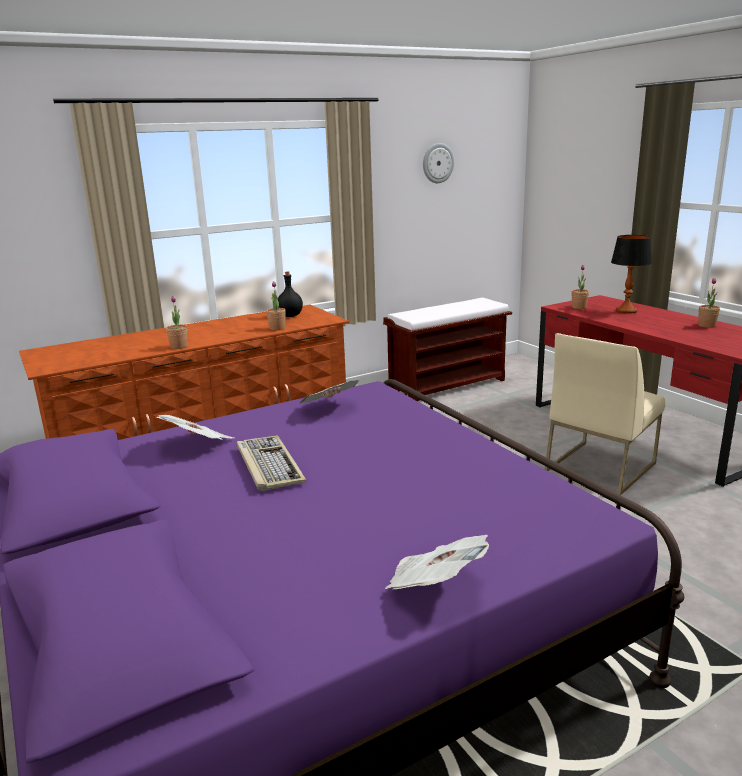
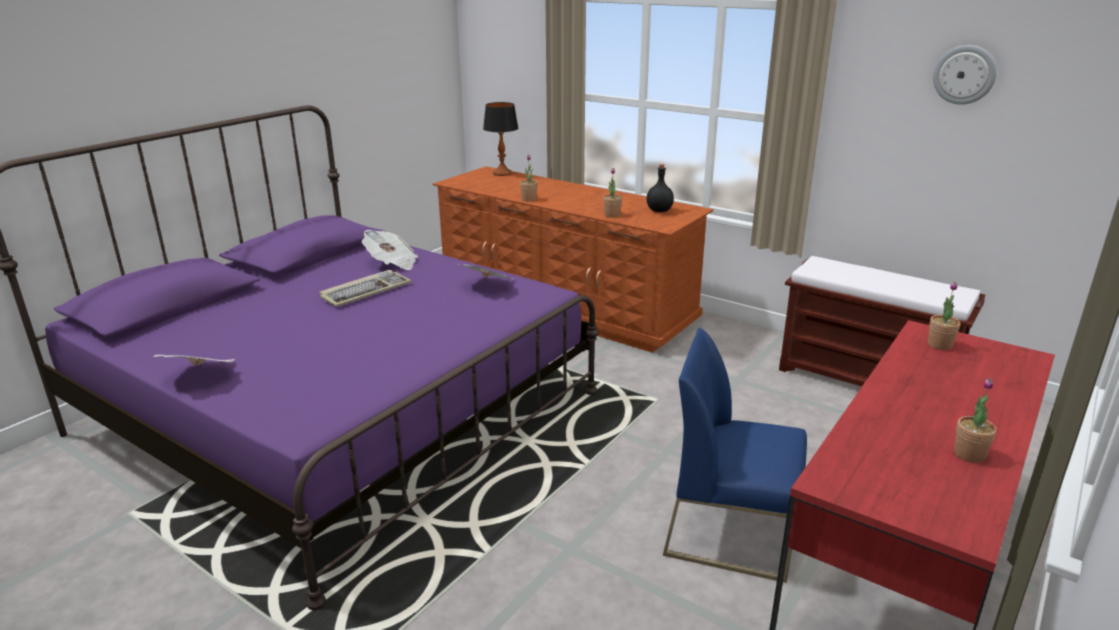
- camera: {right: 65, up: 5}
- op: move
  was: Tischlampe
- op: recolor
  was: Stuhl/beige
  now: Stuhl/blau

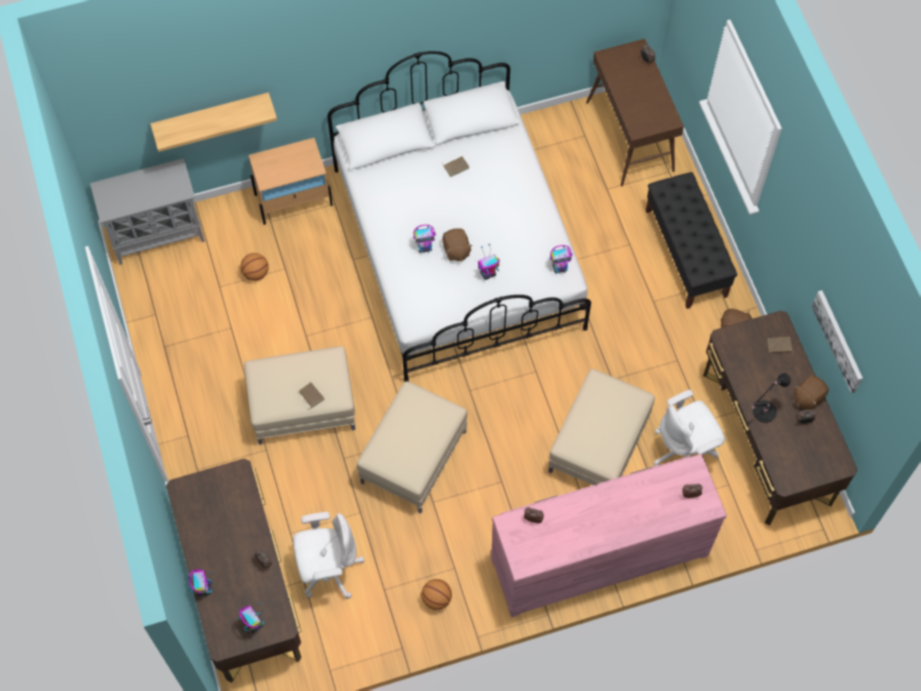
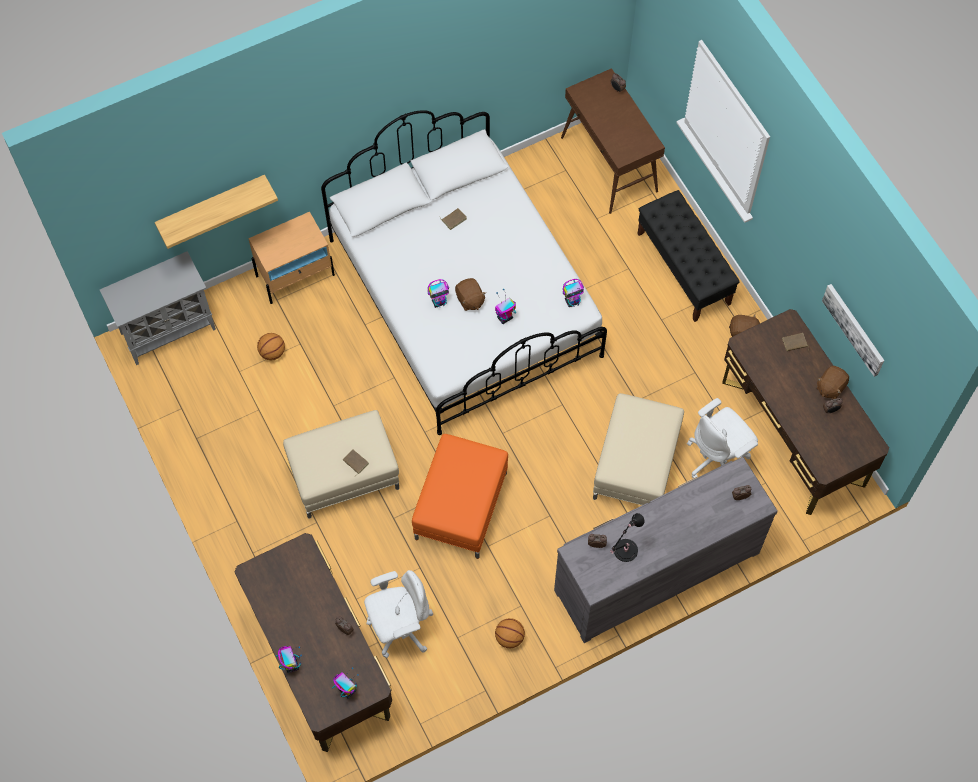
- camera: {right: -10, up: 0}
- op: move
  was: Tischlampe/schwarz
- op: recolor
  was: Polsterhocker/beige (2nd from left)
  now: Polsterhocker/orange
- op: recolor
  was: Kommode/rosa
  now: Kommode/grau

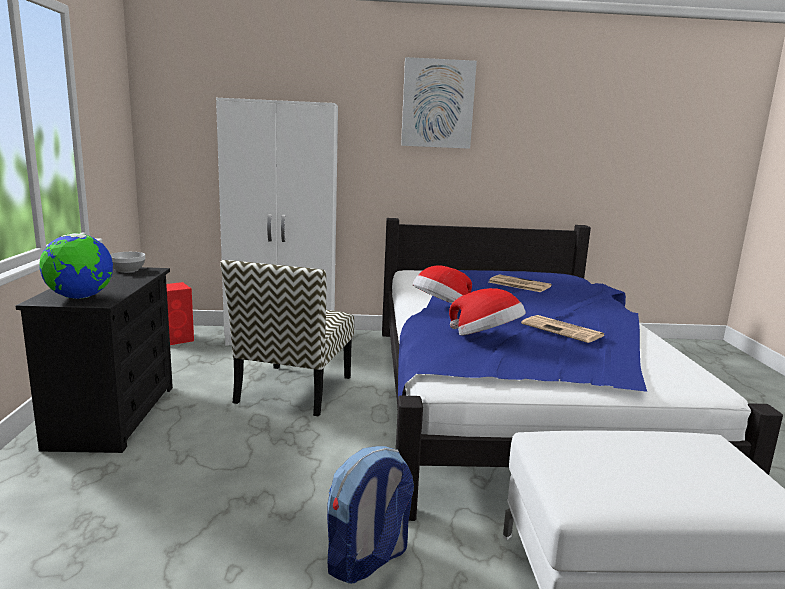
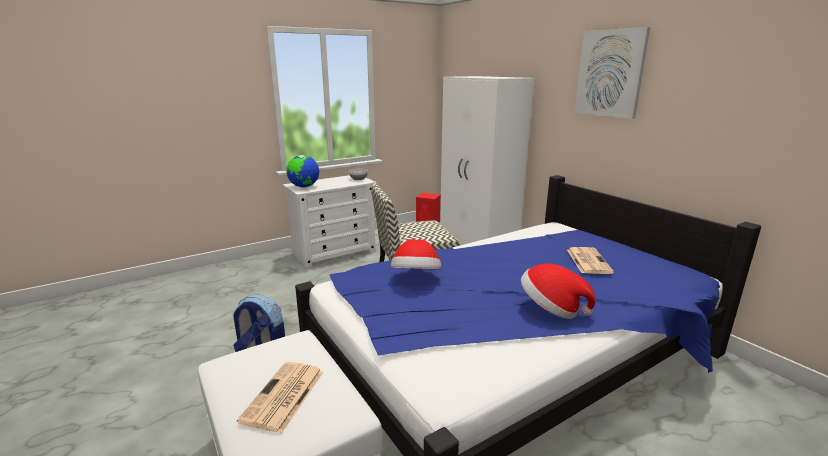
- camera: {right: 60, up: 5}
- op: move
  was: Hut (1st from left in the first image)
  now: Hut (2nd from left)
- op: move
  was: Zeitung (2nd from left in the first image)
  now: Zeitung (1st from left)
- op: recolor
  was: Kommode/schwarz
  now: Kommode/weiß

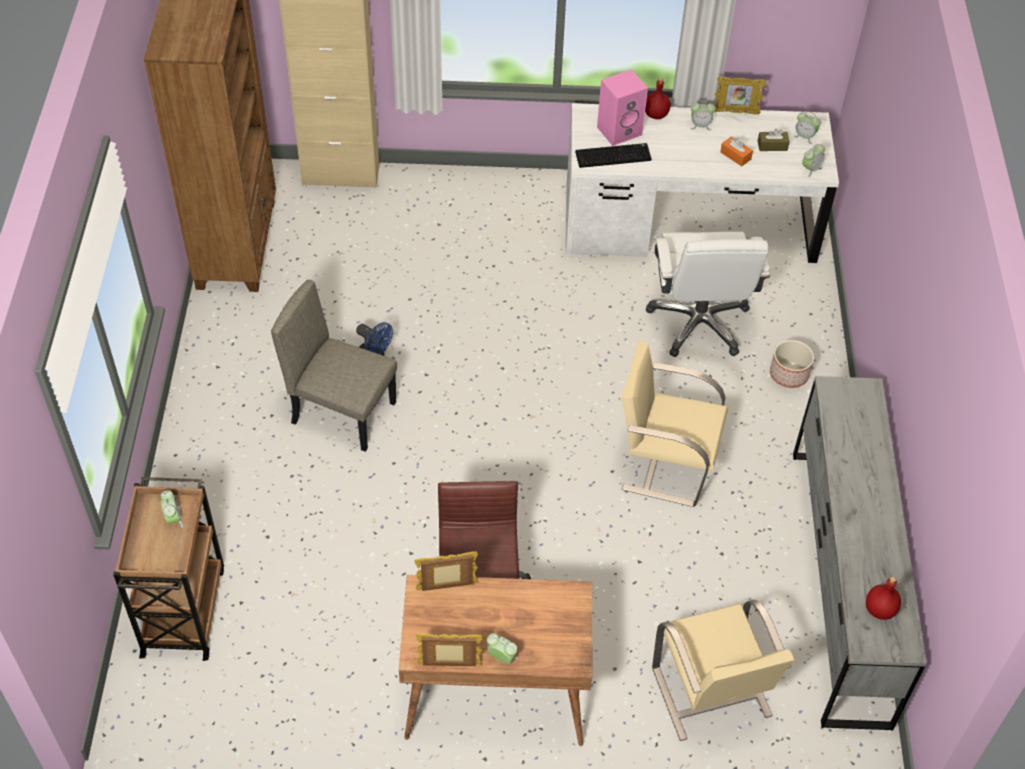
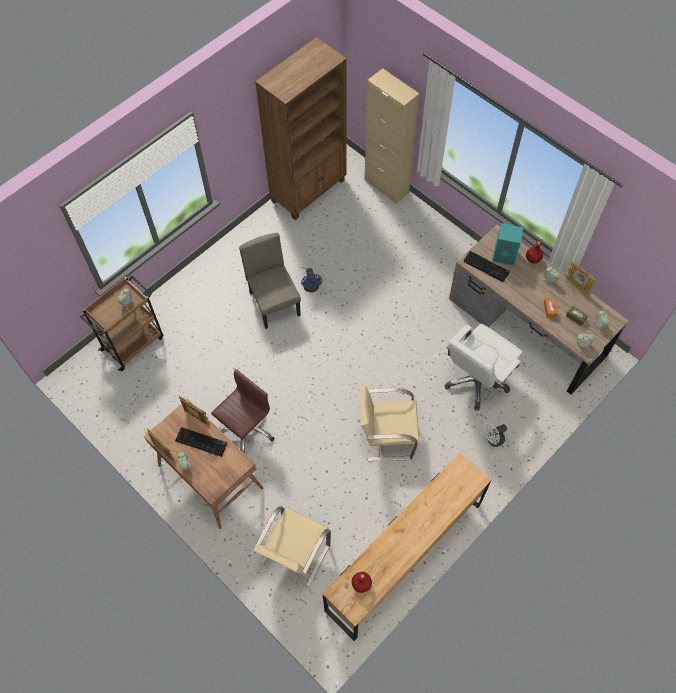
- camera: {right: 45, up: 10}
- op: insert
  now: Tastatur (1st from left)
- op: replace
  was: Pflanzkübel
  now: Ventilator/weiß
- op: recolor
  was: Schreibtisch/weiß
  now: Schreibtisch/braun (2nd from left)
- op: recolor
  was: Lautsprecher/rosa
  now: Lautsprecher/türkis
- op: recolor
  was: Kommode/grau
  now: Kommode/braun
- op: rotate
  was: Stuhl/beige (2nd from left in the first image)
  clockwise: -60

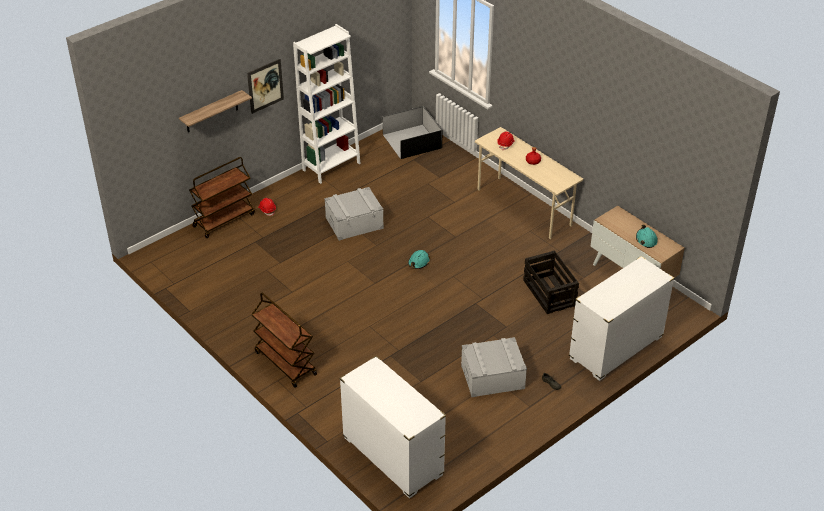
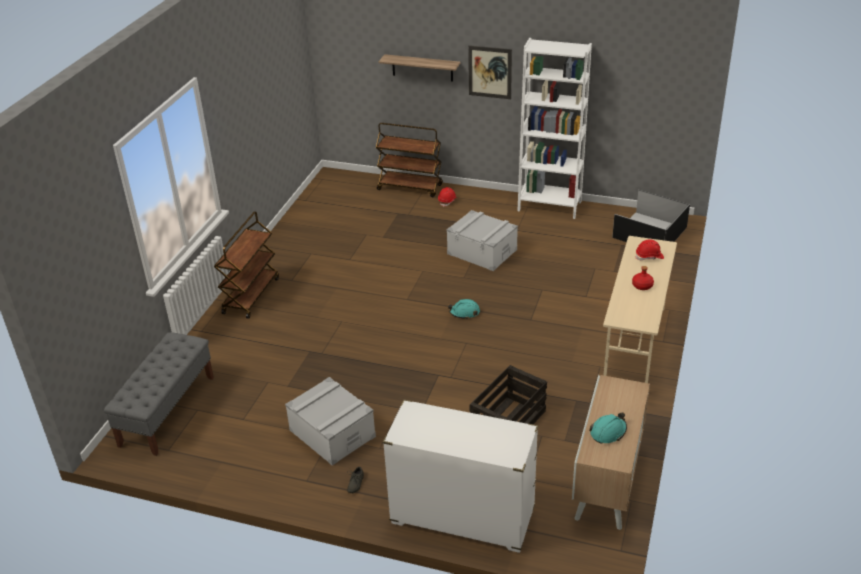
- camera: {right: 60, up: -5}
- op: replace
  was: Kommode/weiß (1st from left)
  now: Bank/grau

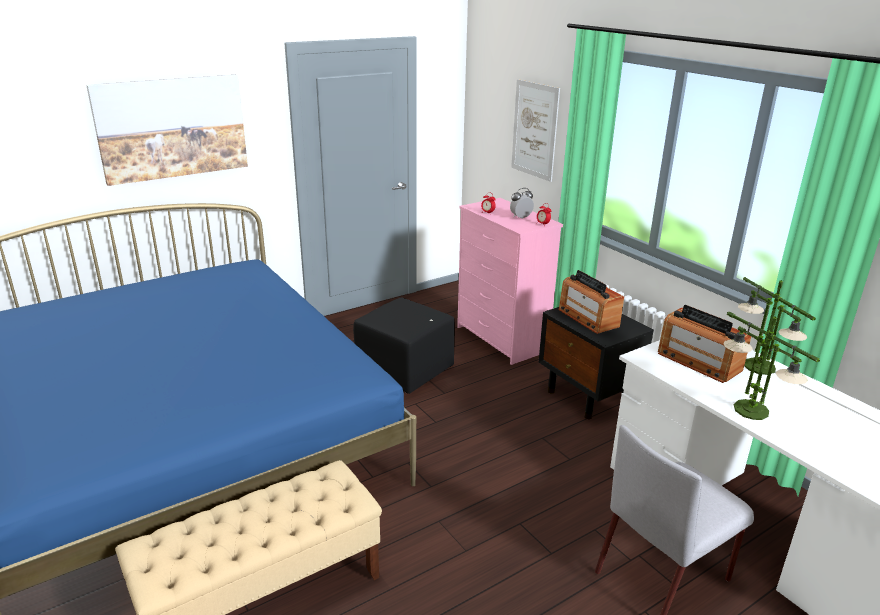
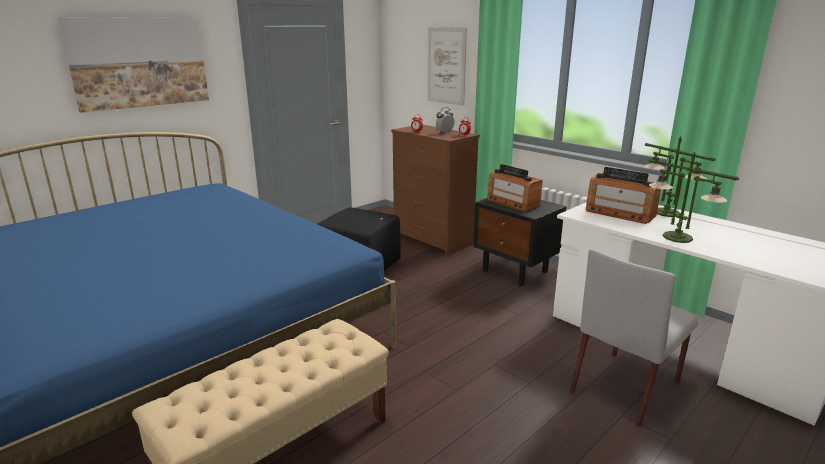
- camera: {right: -10, up: -5}
- op: recolor
  was: Kommode/rosa
  now: Kommode/braun

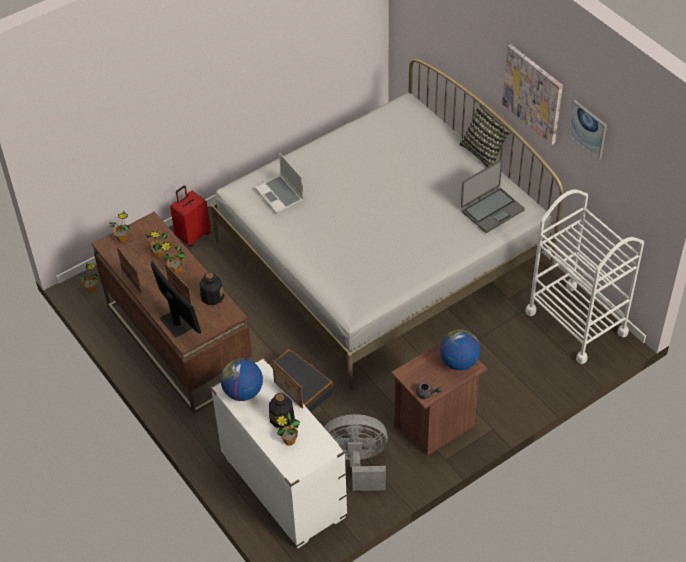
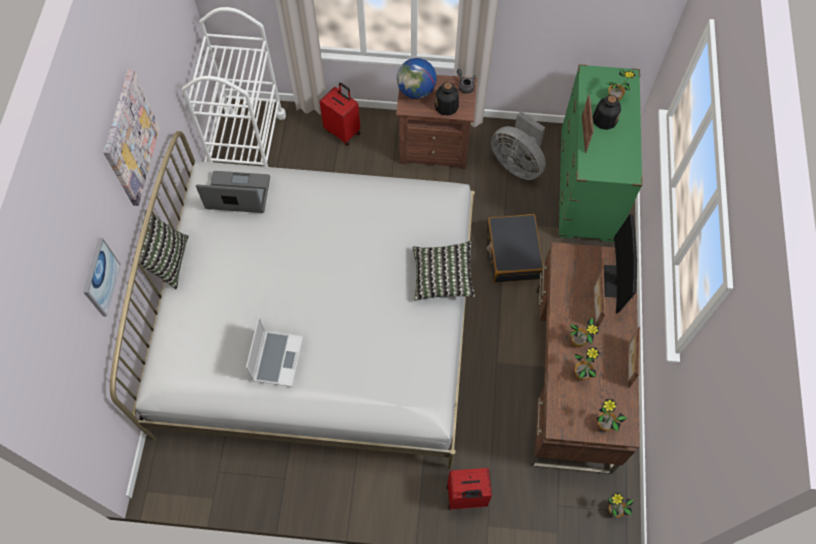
- camera: {right: -140, up: 15}
- op: delete
  was: Globus (1st from left)
- op: insert
  now: Koffer/rot (1st from left)
- op: insert
  now: Kissen (2nd from left)
- op: move
  was: Flasche (1st from left)
- op: move
  was: Laptop (1st from left in the first image)
  now: Laptop (2nd from left)
- op: move
  was: Bild (2nd from left in the first image)
  now: Bild (1st from left)
- op: recolor
  was: Kommode/weiß
  now: Kommode/grün

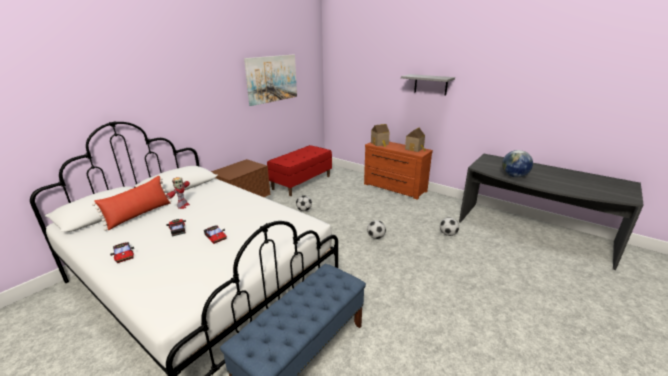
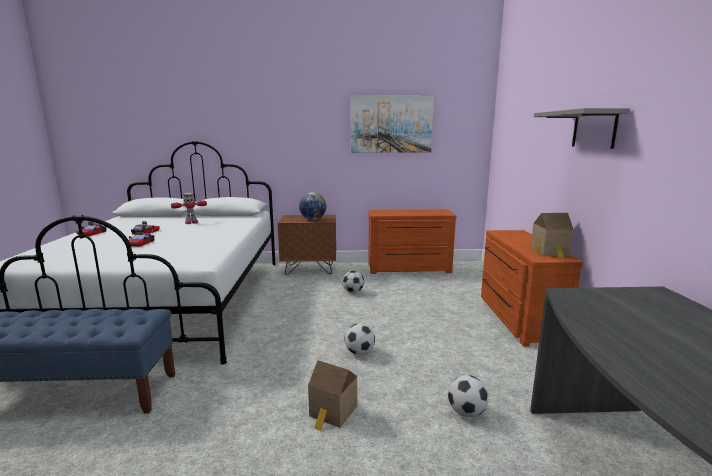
- camera: {right: 50, up: -10}
- op: delete
  was: Kissen/rot
- op: move
  was: Spielzeughaus (1st from left)
- op: move
  was: Globus
- op: replace
  was: Bank/rot
  now: Kommode/braun (1st from left)

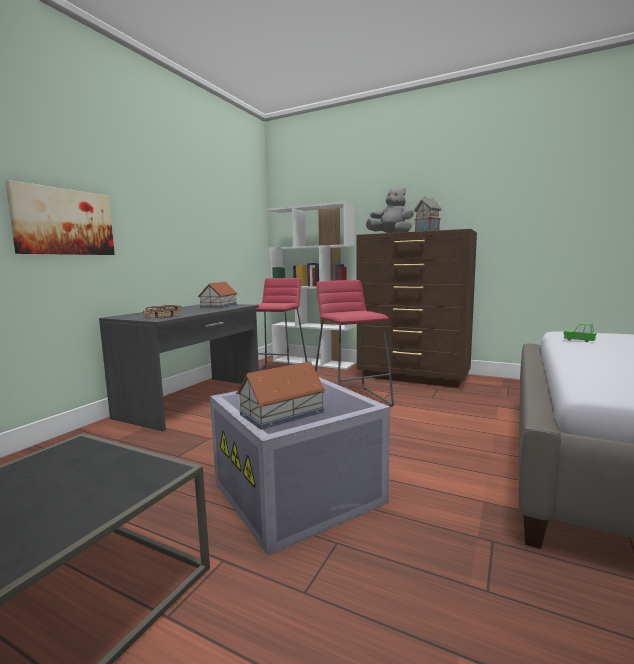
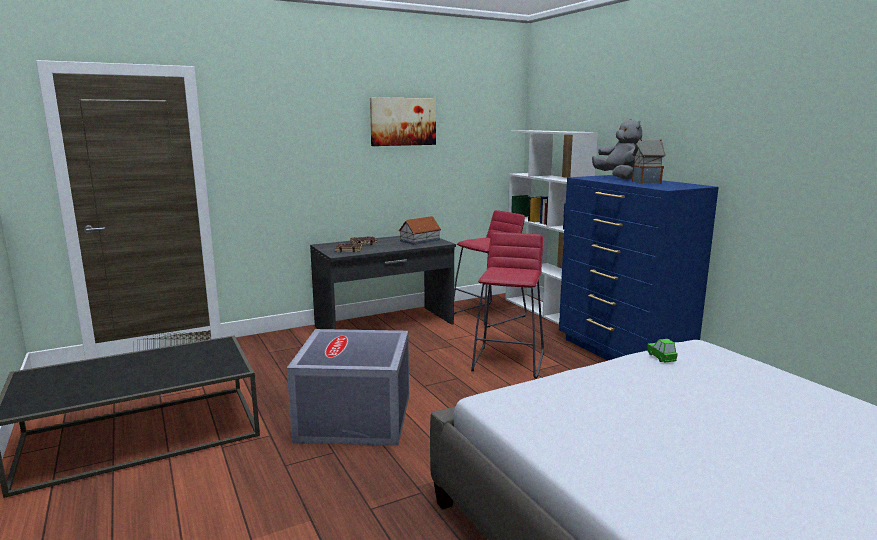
- camera: {right: 35, up: 5}
- op: delete
  was: Spielzeughaus (2nd from left)
- op: move
  was: Bild
- op: recolor
  was: Kommode/braun
  now: Kommode/blau

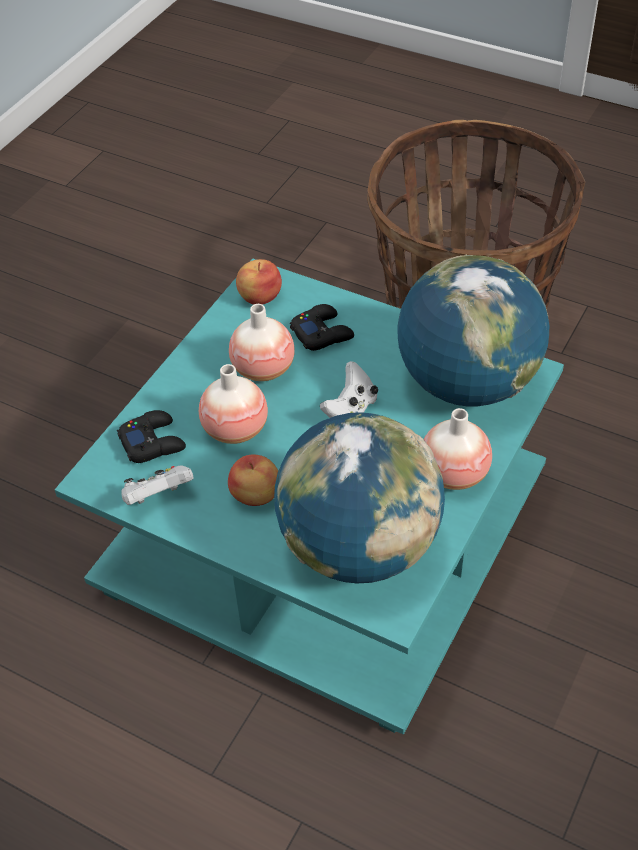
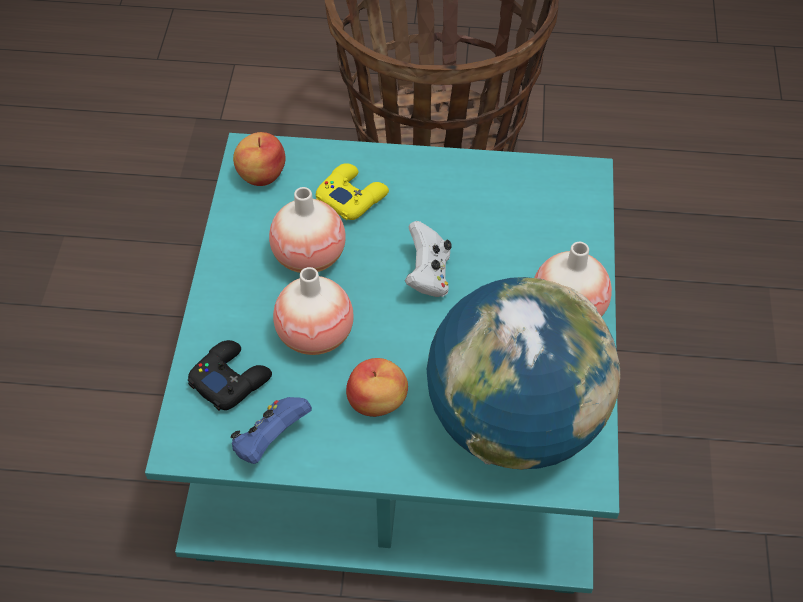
- camera: {right: -25, up: 5}
- op: delete
  was: Globus (2nd from left)
- op: recolor
  was: Gamepad/weiß (1st from left)
  now: Gamepad/blau
- op: recolor
  was: Gamepad/schwarz (2nd from left)
  now: Gamepad/gelb

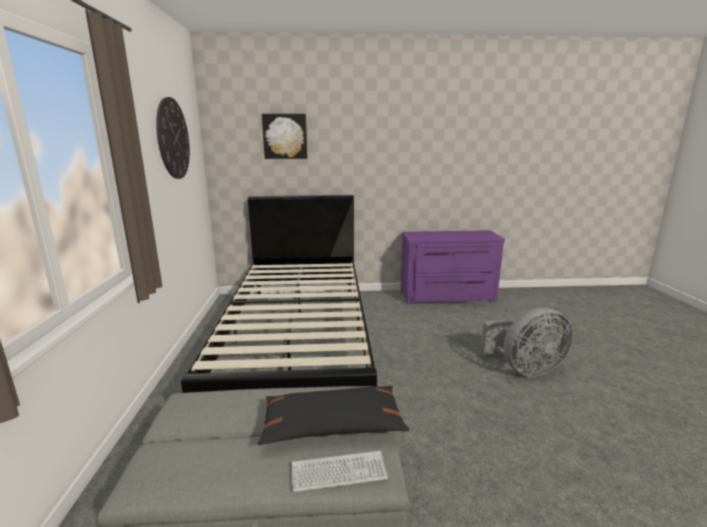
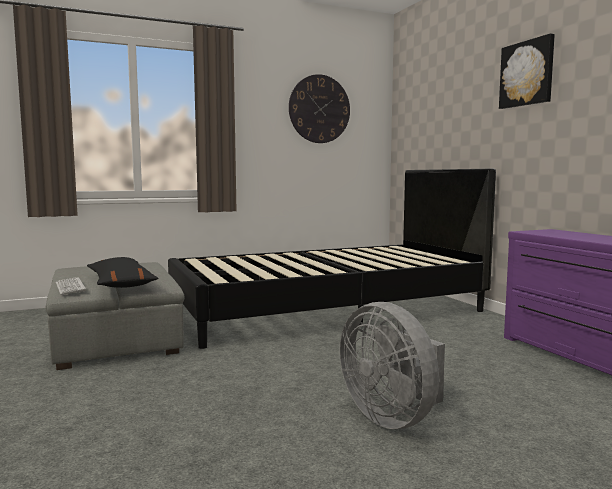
- camera: {right: 70, up: -10}
- op: move
  was: Bild

